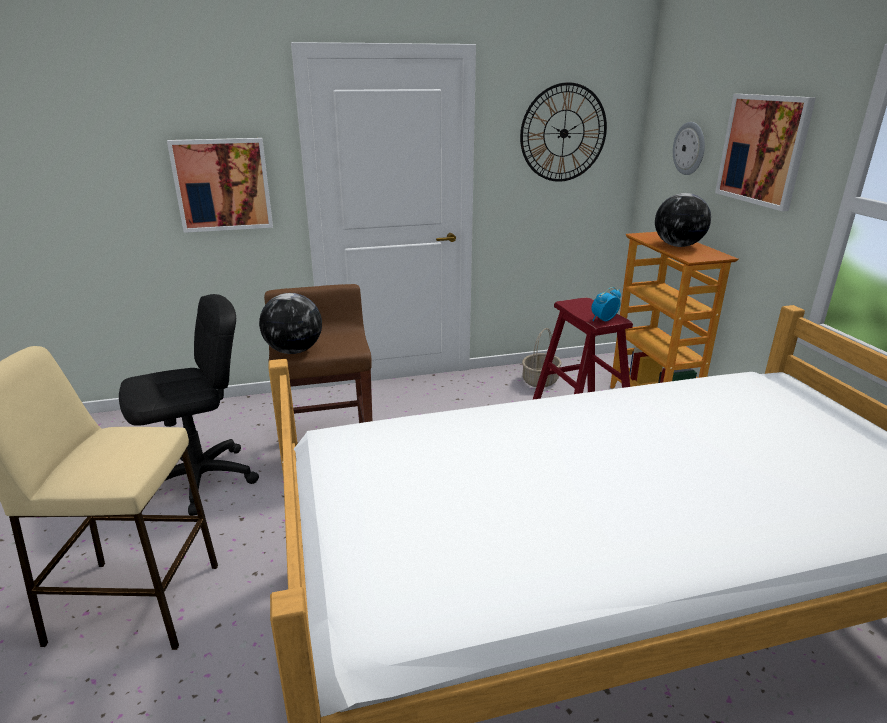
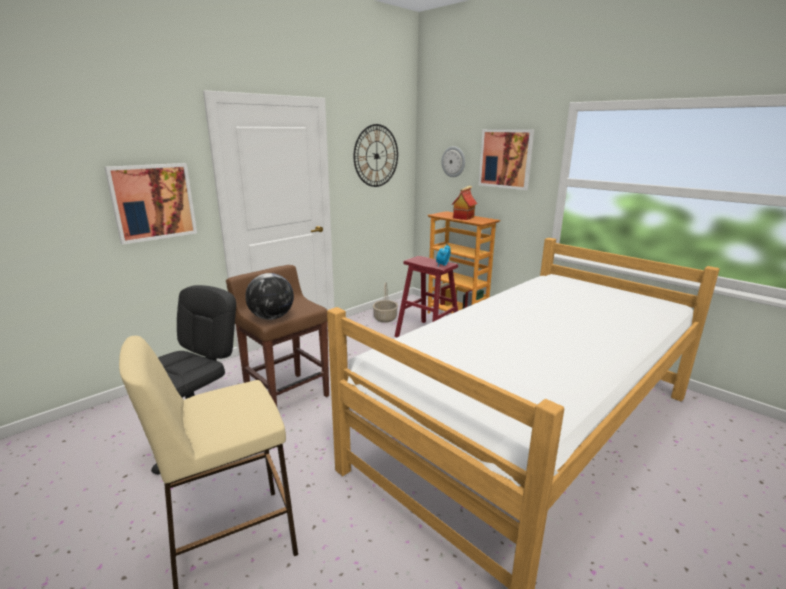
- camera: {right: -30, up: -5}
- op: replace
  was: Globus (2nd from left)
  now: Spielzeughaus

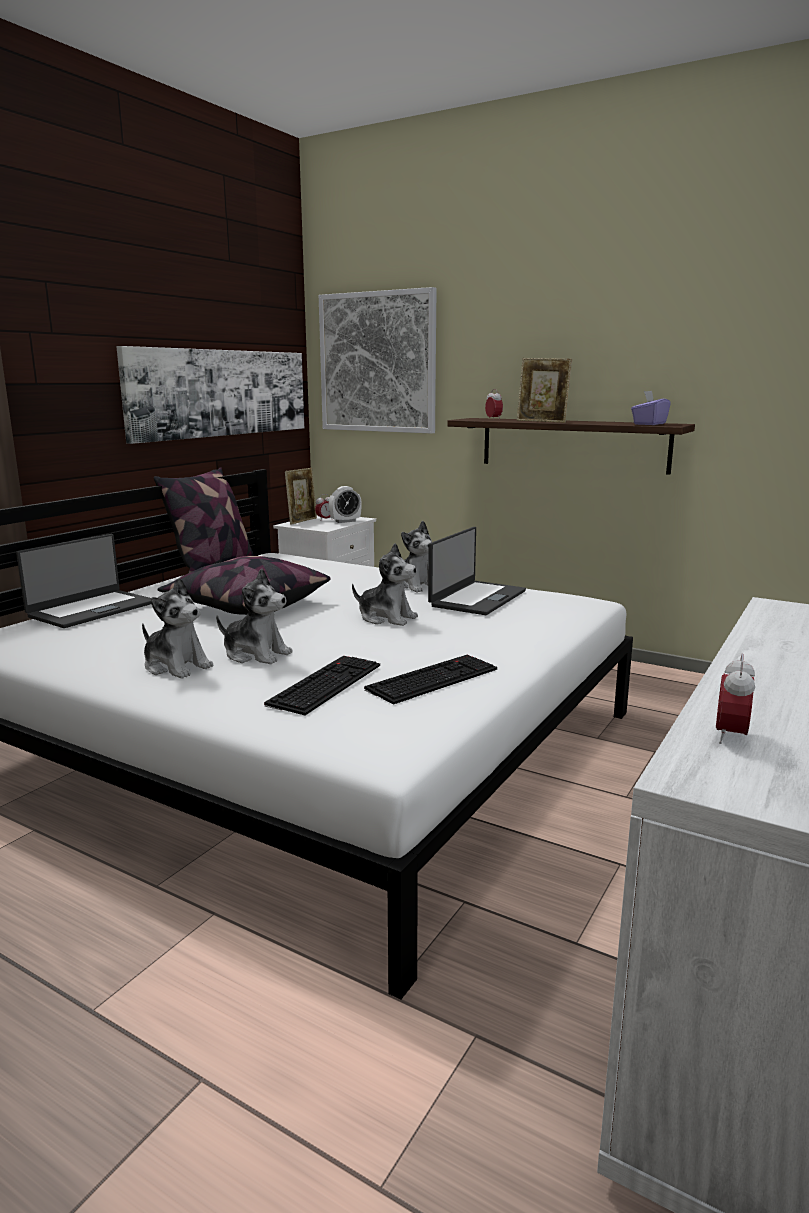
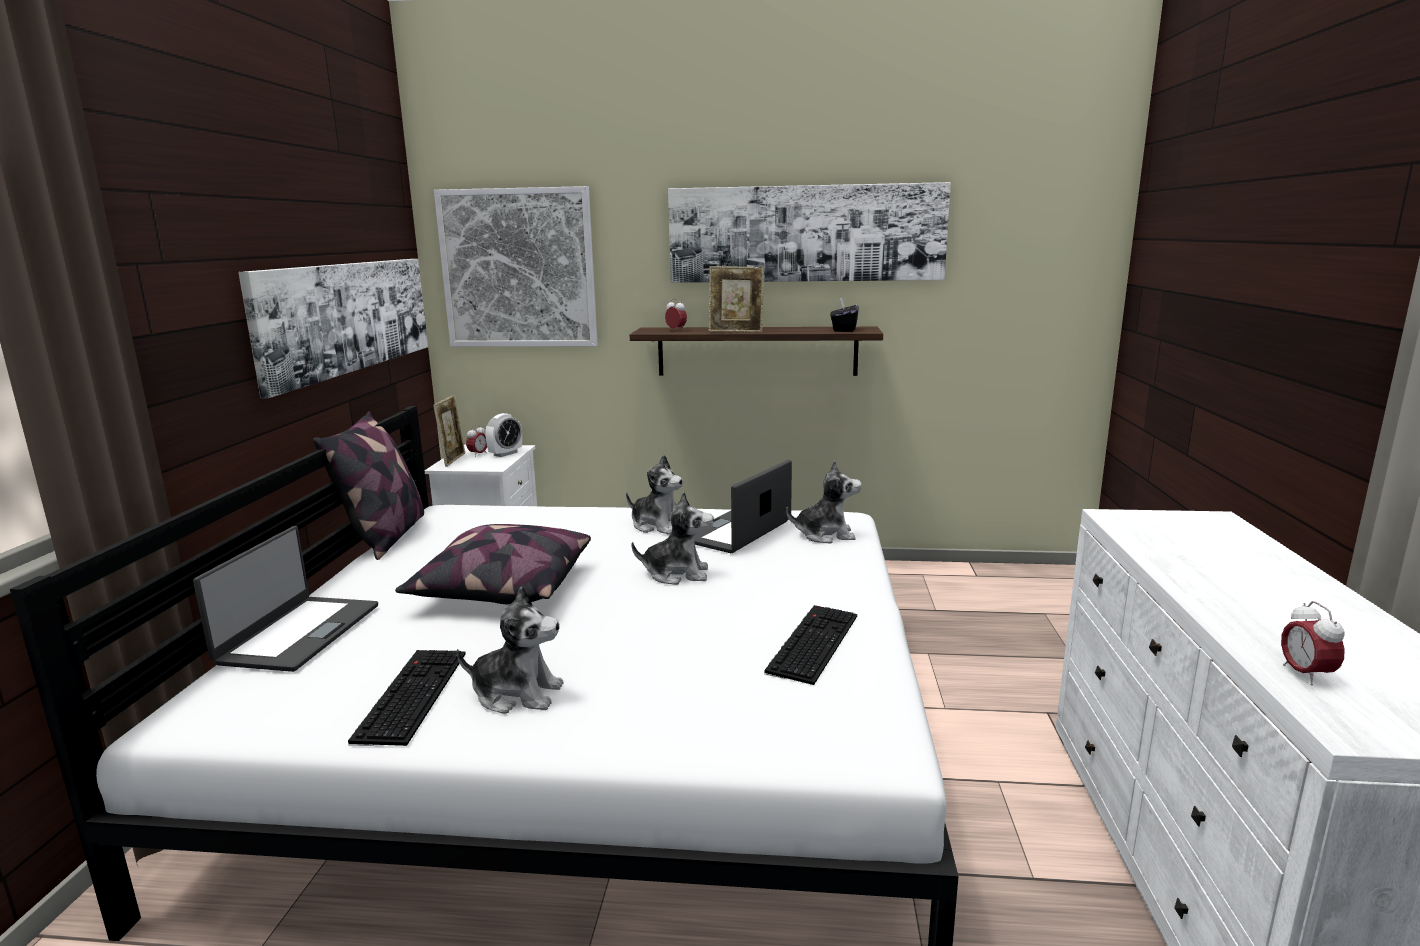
- camera: {right: -25, up: 0}
- op: insert
  now: Bild (3rd from left)
- op: move
  was: Plüschtier (2nd from left in the first image)
  now: Plüschtier (4th from left)
- op: move
  was: Tastatur (1st from left)
- op: recolor
  was: Taschentuchbox/lila
  now: Taschentuchbox/schwarz
- op: rotate
  was: Laptop (2nd from left)
  clockwise: -150

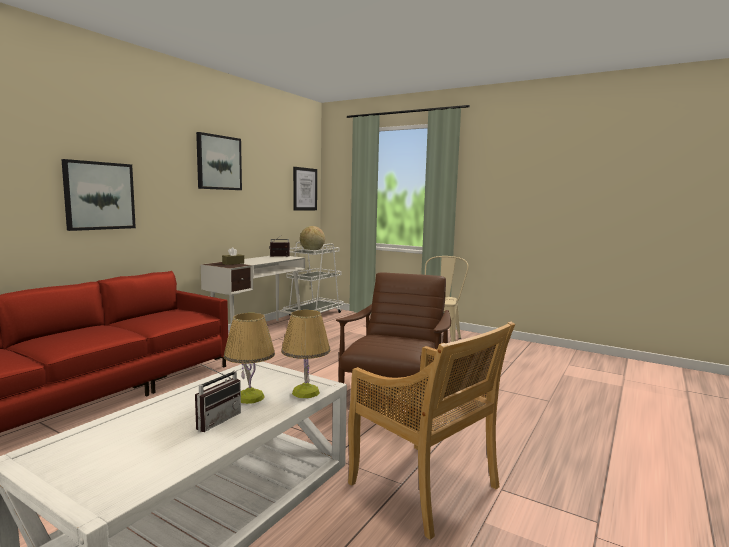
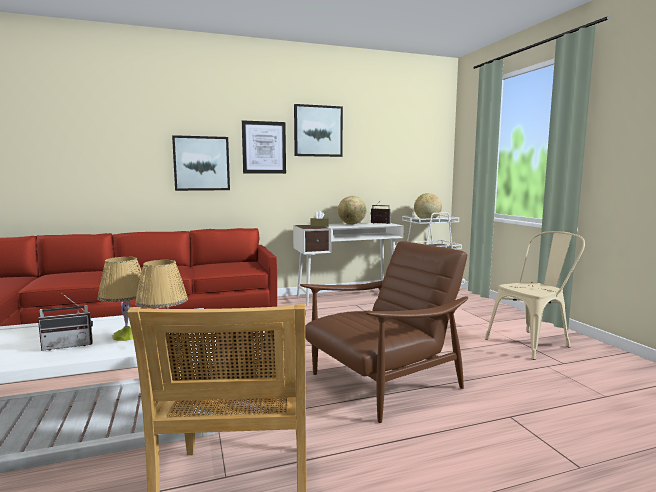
- camera: {right: 40, up: 0}
- op: insert
  now: Globus (1st from left)
- op: move
  was: Bild (3rd from left in the first image)
  now: Bild (2nd from left)

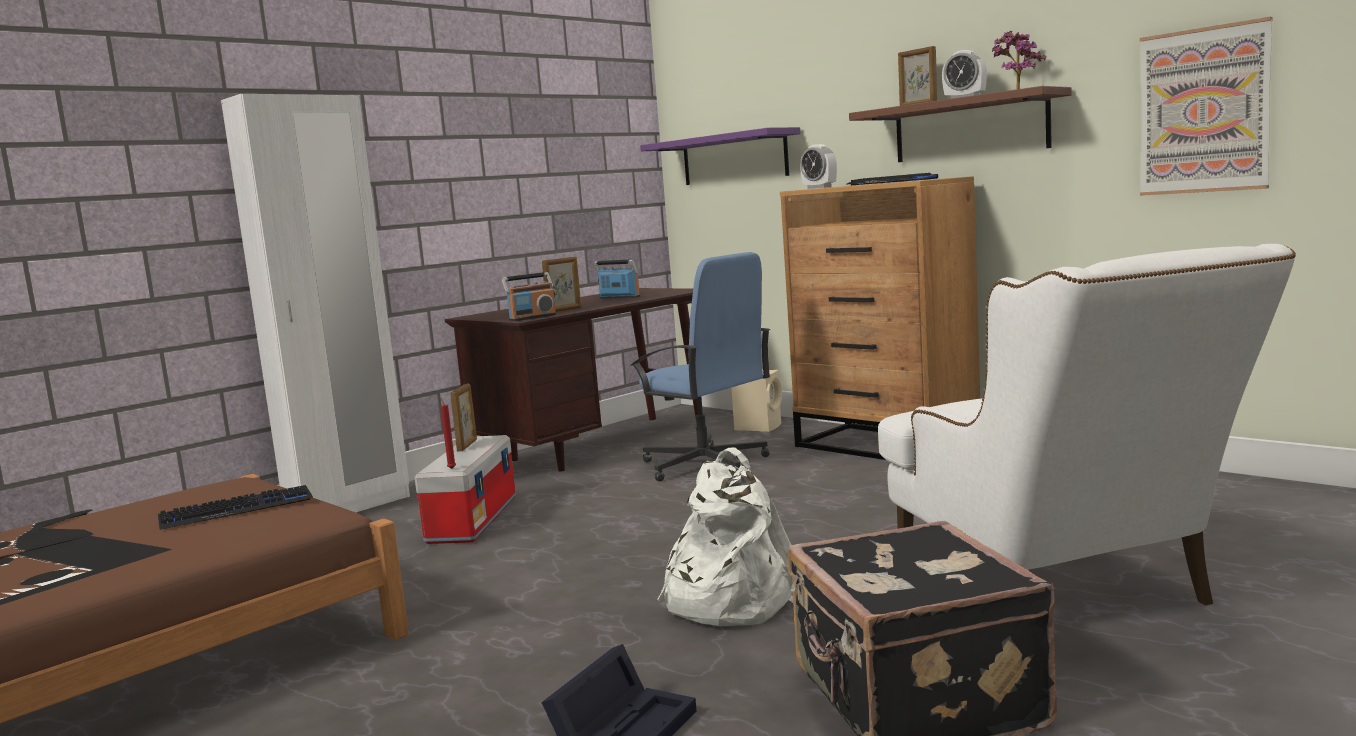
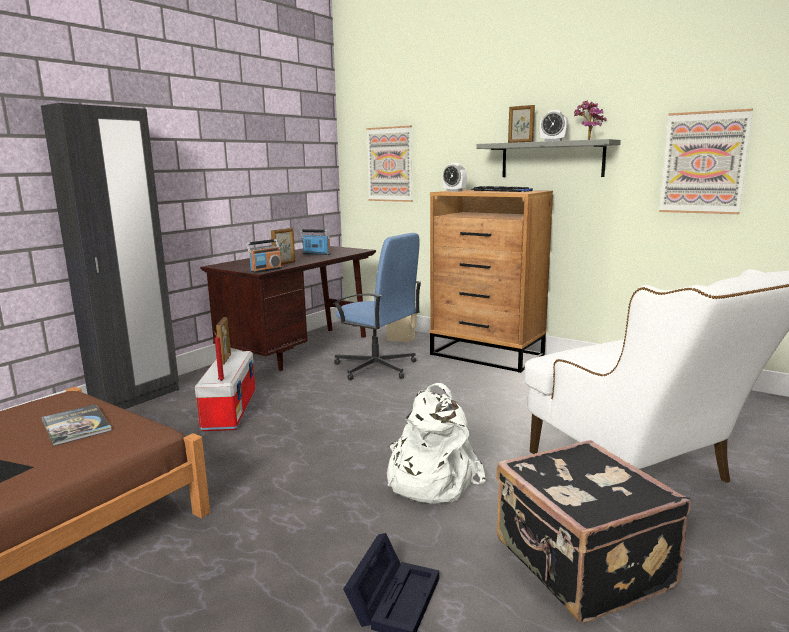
- camera: {right: -10, up: 5}
- op: replace
  was: Tastatur (1st from left)
  now: Buch
- op: replace
  was: Wandregal/lila
  now: Bild (1st from left)
- op: recolor
  was: Kleiderschrank/weiß
  now: Kleiderschrank/schwarz
- op: recolor
  was: Wandregal/braun
  now: Wandregal/grau

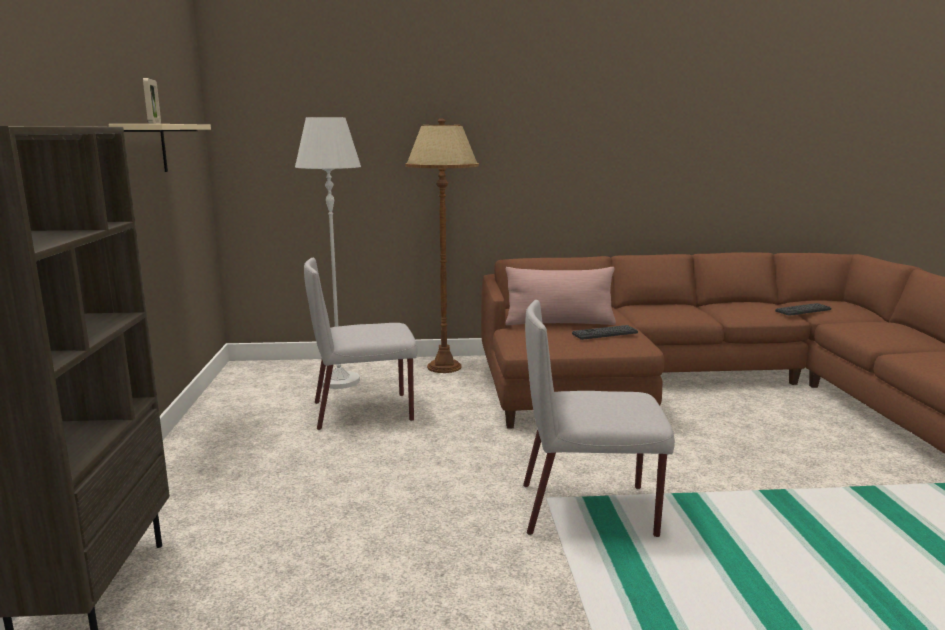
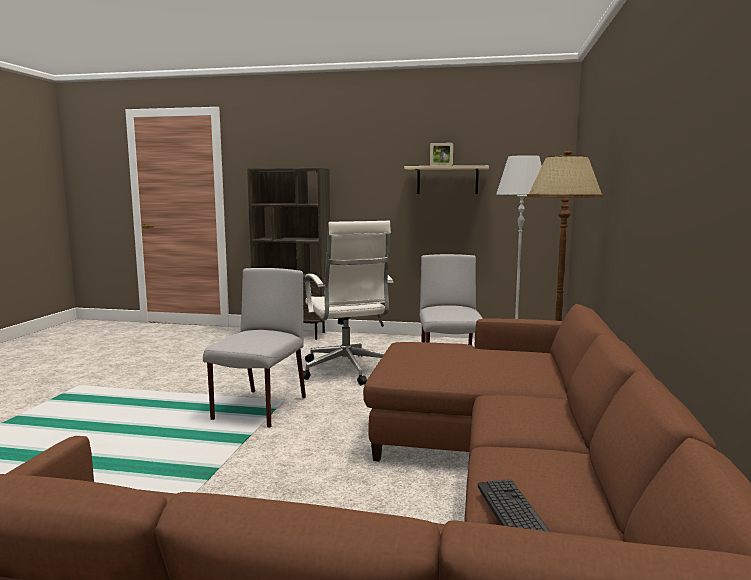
- camera: {right: 105, up: -5}
- op: delete
  was: Kissen/rosa
- op: delete
  was: Tastatur (1st from left)
- op: insert
  now: Bürostuhl/weiß

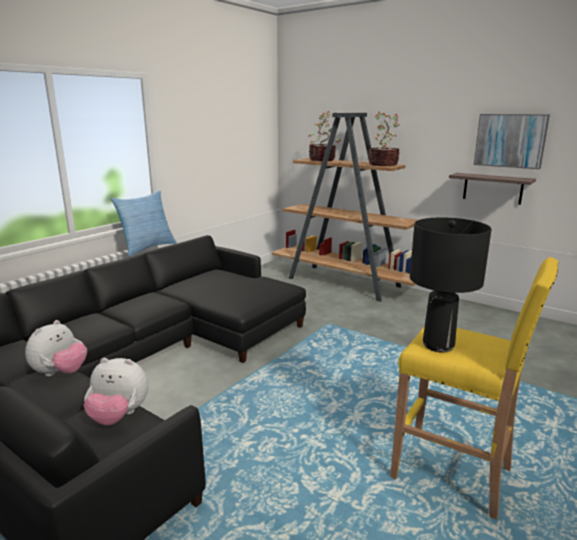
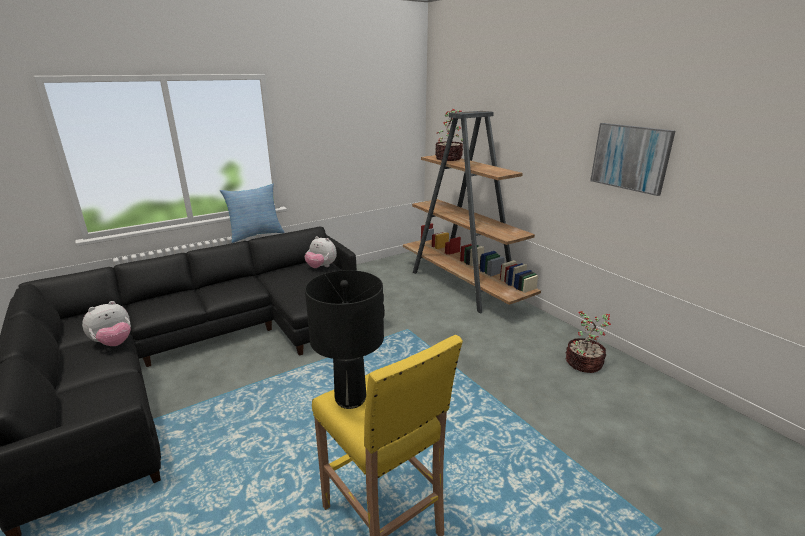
- camera: {right: 20, up: 5}
- op: delete
  was: Wandregal
- op: move
  was: Plüschtier (2nd from left)
- op: move
  was: Topfpflanze (2nd from left)

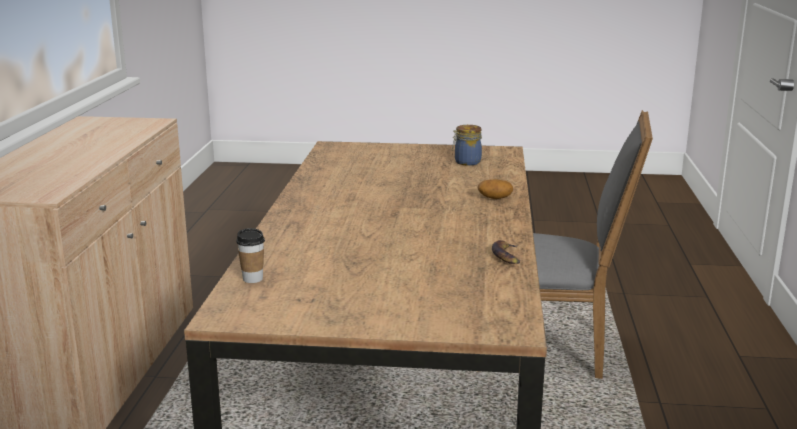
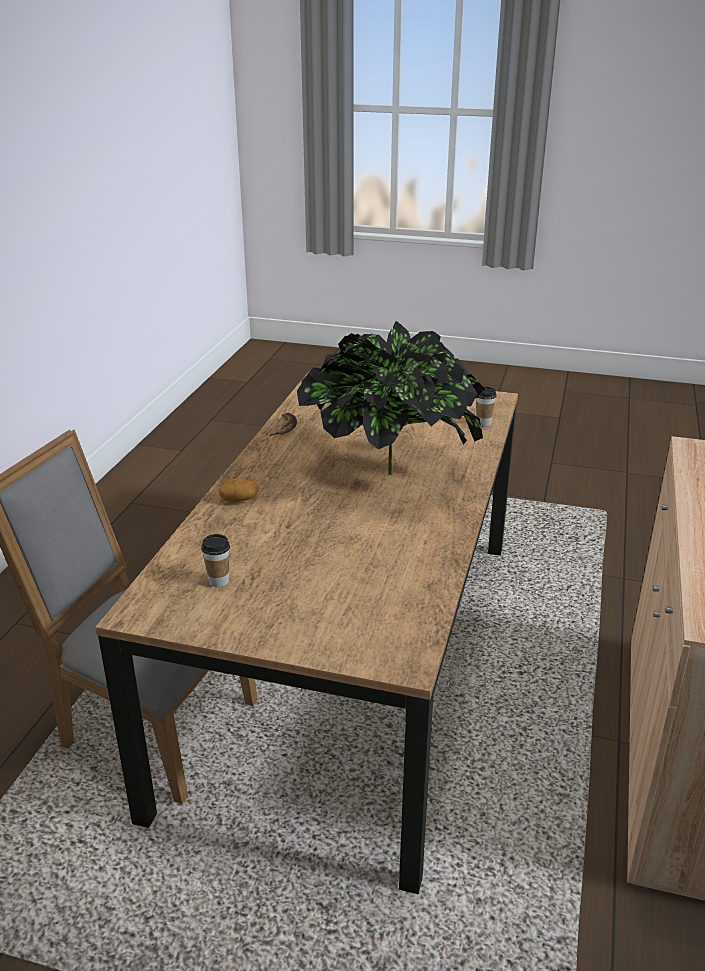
- camera: {right: -170, up: 10}
- op: insert
  now: Topfpflanze
- op: replace
  was: Vorratsglas
  now: Tasse (1st from left)

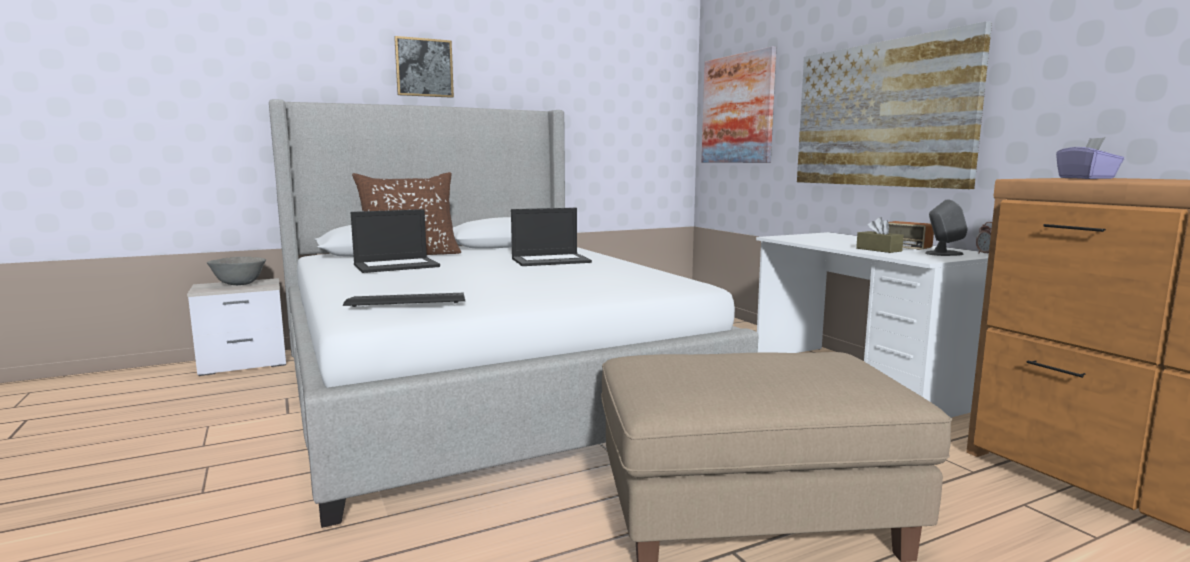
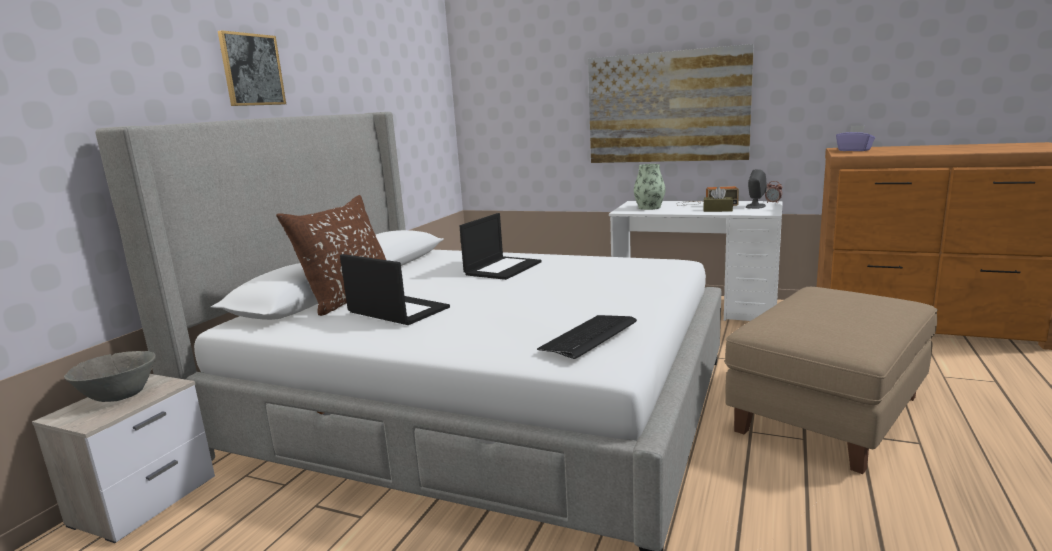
- camera: {right: -40, up: 5}
- op: delete
  was: Bild (2nd from left)
- op: insert
  now: Vase
- op: rotate
  was: Laptop (1st from left)
  clockwise: -75

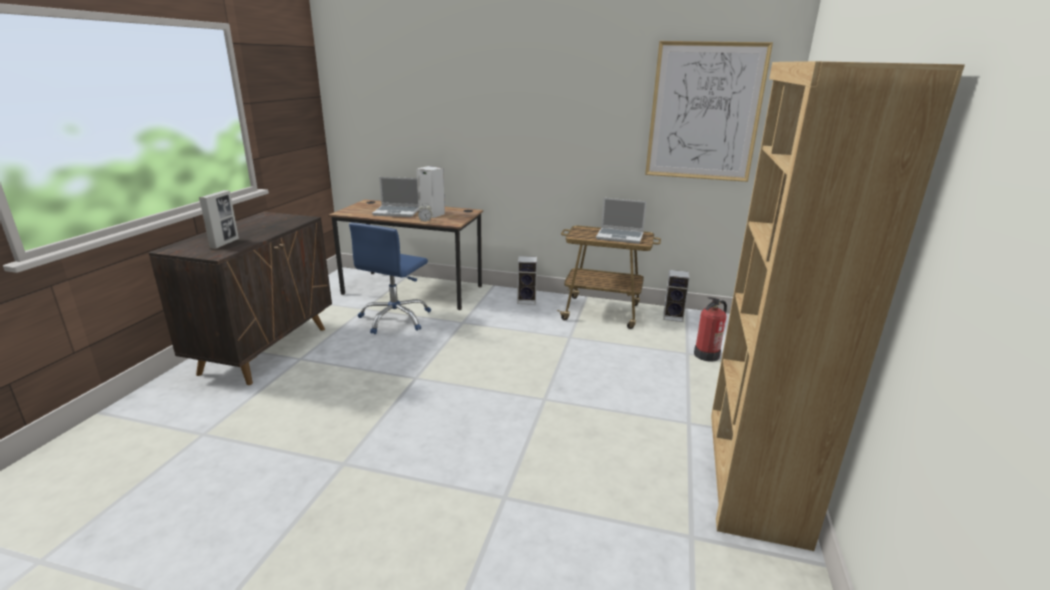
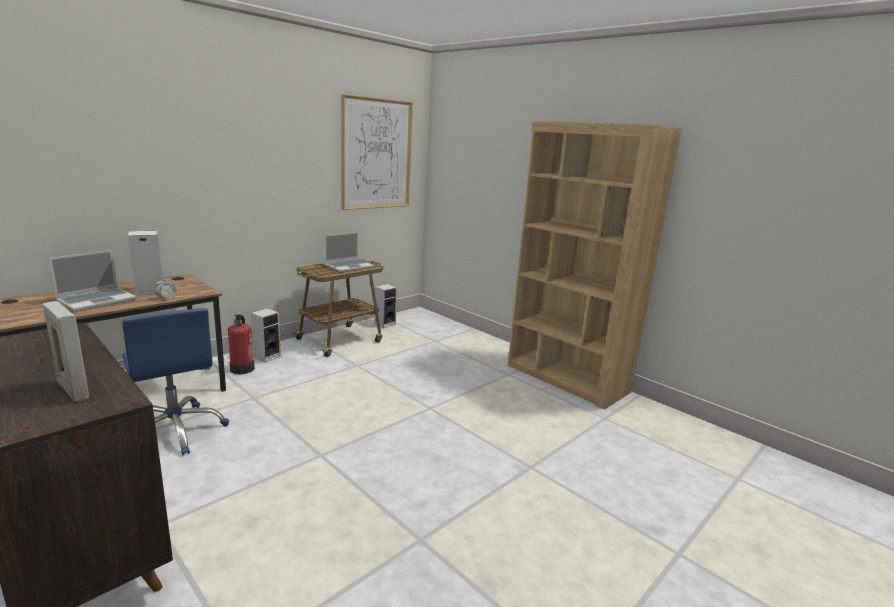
- camera: {right: -60, up: -5}
- op: move
  was: Feuerlöscher

